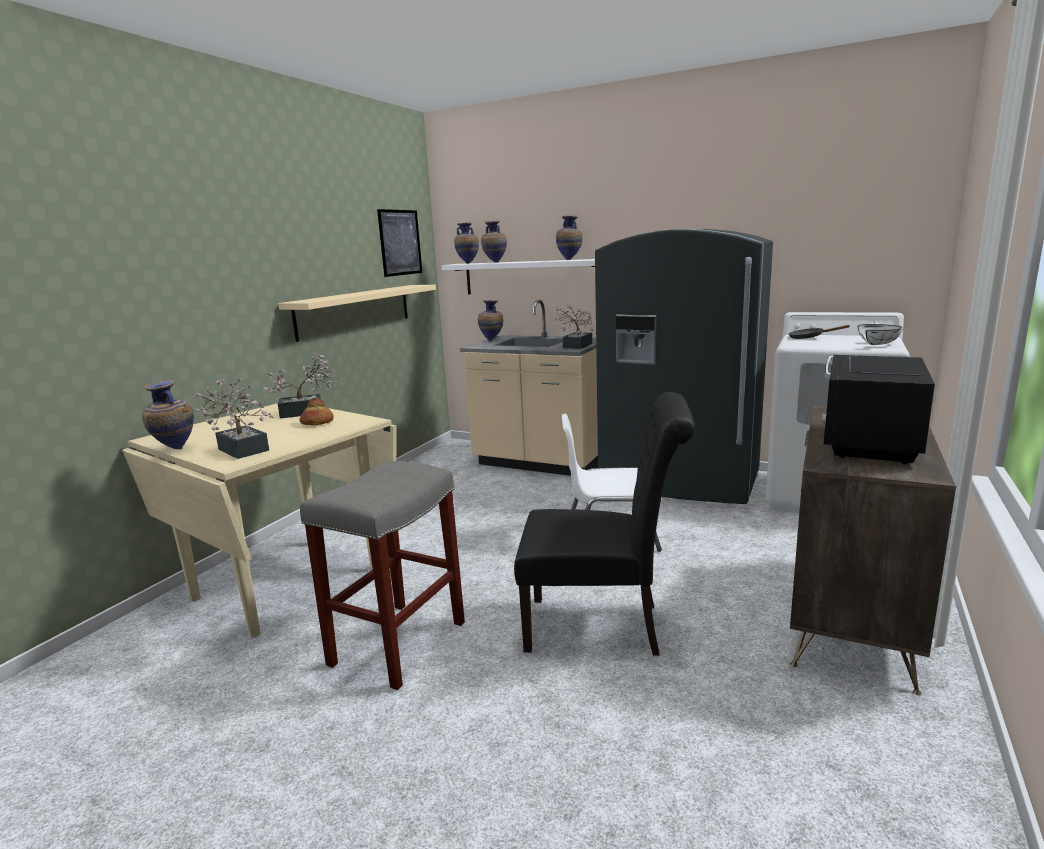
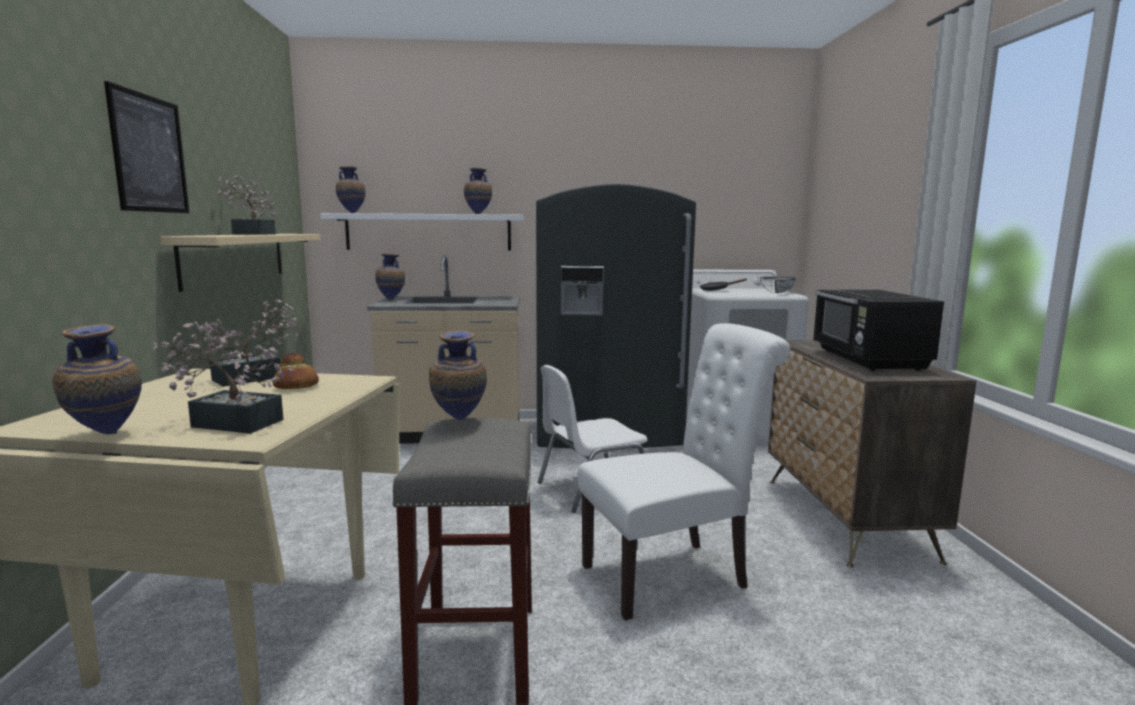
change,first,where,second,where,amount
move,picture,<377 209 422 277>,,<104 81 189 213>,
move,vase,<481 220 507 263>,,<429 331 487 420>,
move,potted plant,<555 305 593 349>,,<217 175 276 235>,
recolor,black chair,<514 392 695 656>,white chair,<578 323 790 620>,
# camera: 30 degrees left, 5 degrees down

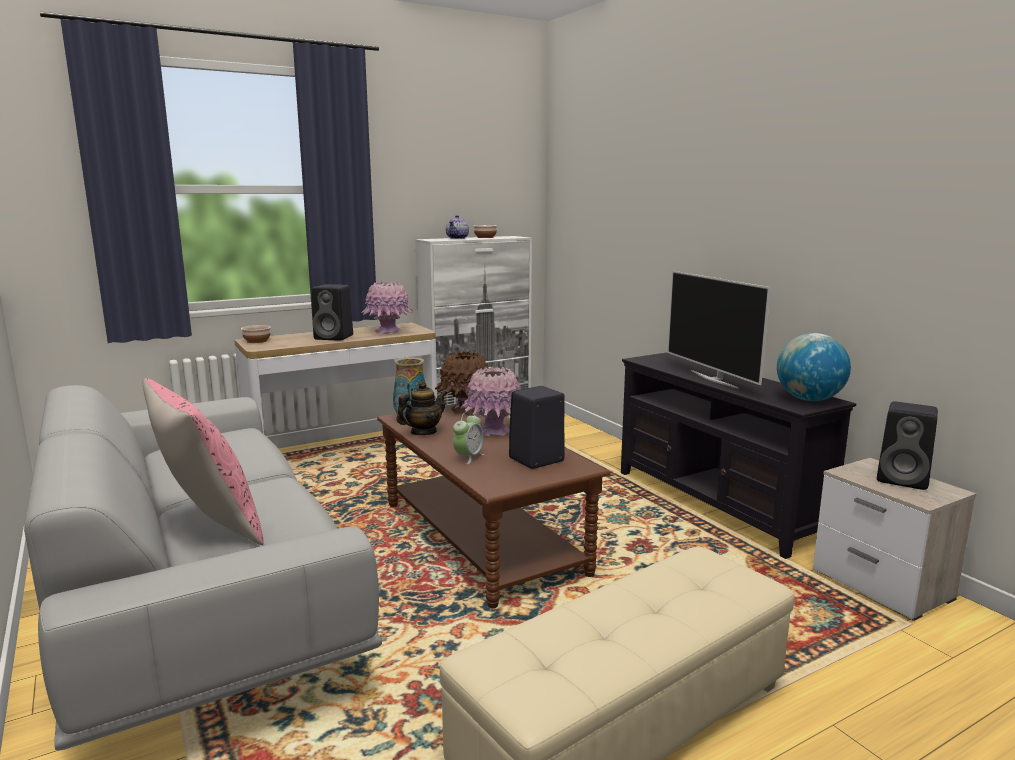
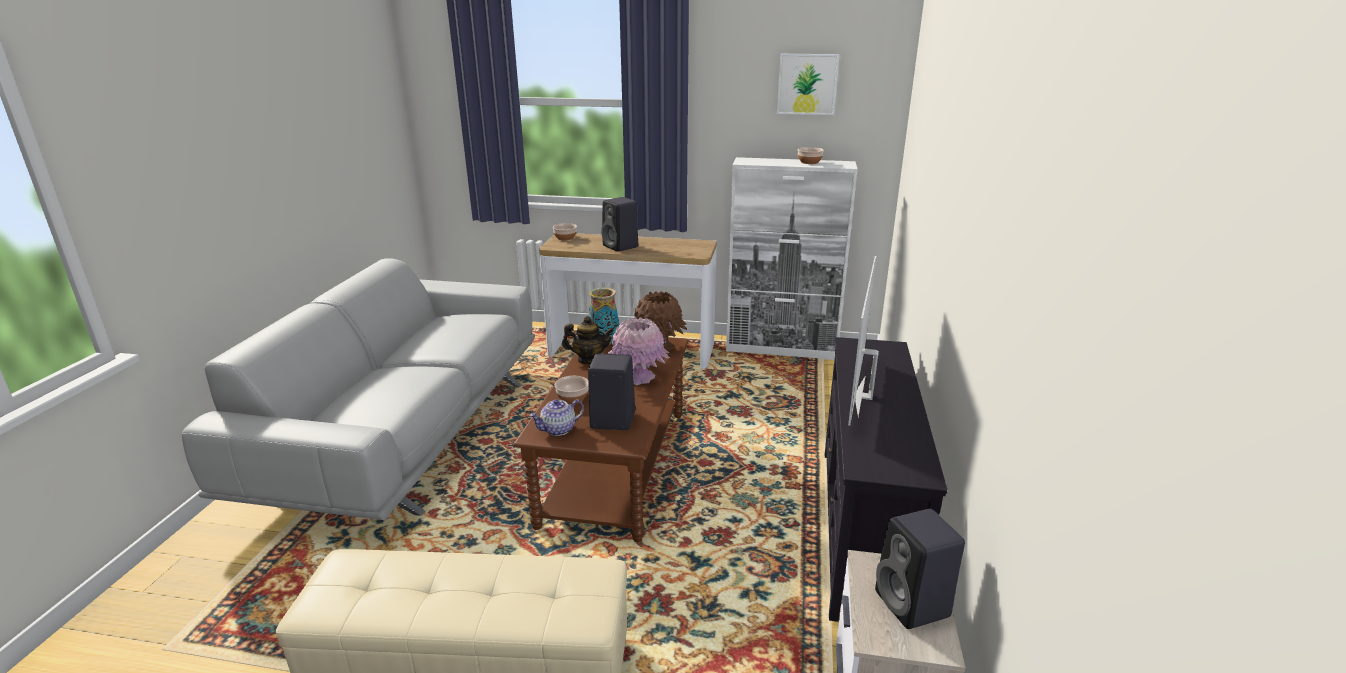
change,first,where,second,where,amount
delete,pink pillow,<142 378 264 545>,,,
delete,pink vase,<361 281 413 333>,,,
delete,globe,<777 333 851 401>,,,
insert,,,picture,<777 54 840 115>,
move,teapot,<446 215 469 239>,,<529 399 584 436>,
replace,alarm clock,<453 412 484 464>,bowl,<555 376 589 404>,
# camera: 40 degrees right, 10 degrees up

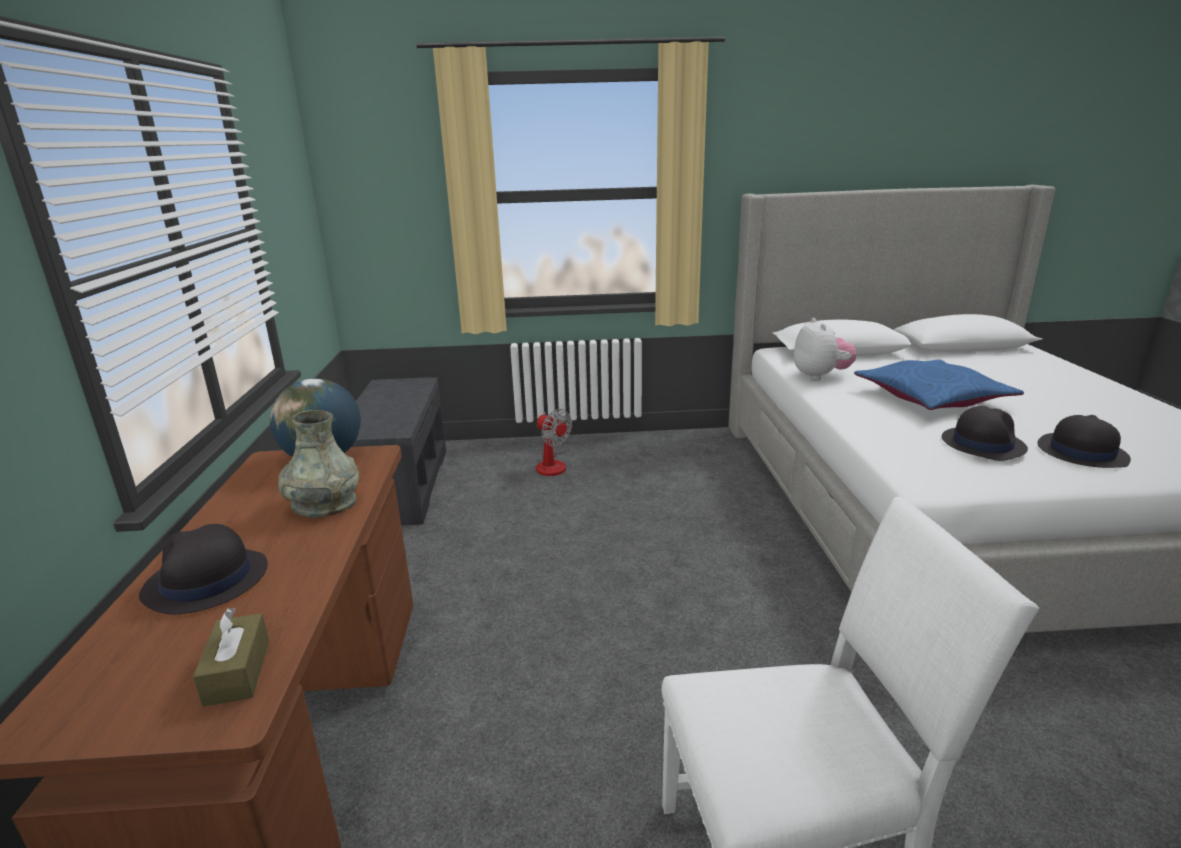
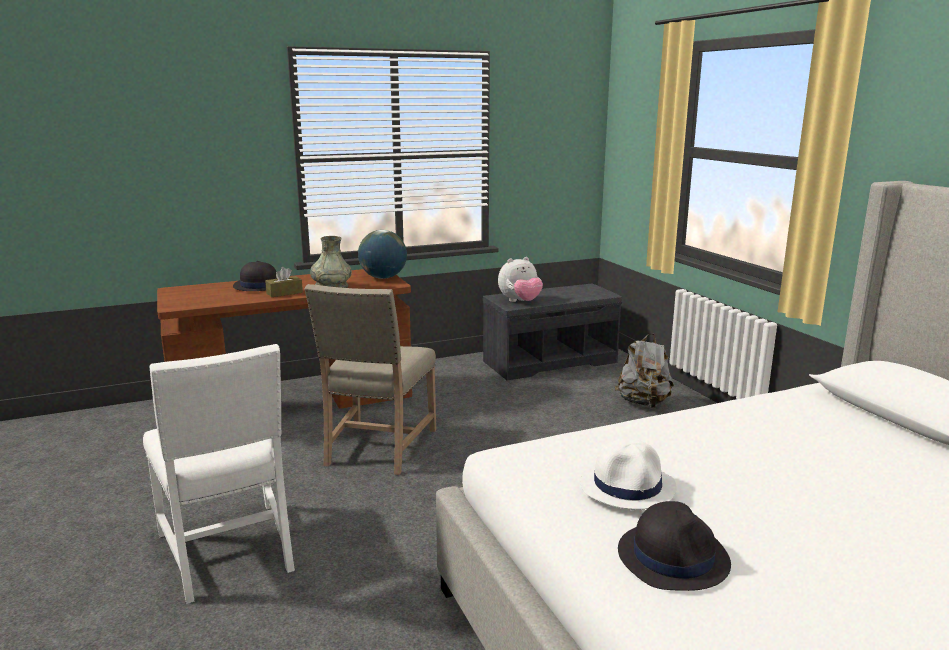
change,first,where,second,where,amount
delete,blue pillow,<854 360 1024 410>,,,
insert,,,beige chair,<304 284 436 475>,
move,brown tissue box,<193 608 269 707>,,<265 267 303 297>,
move,plush toy,<794 318 856 380>,,<498 257 543 302>,
replace,fan,<536 409 572 476>,grey backpack,<615 333 674 408>,
recolor,black hat,<942 406 1028 461>,white hat,<581 438 677 509>,
# camera: 70 degrees right, 5 degrees down

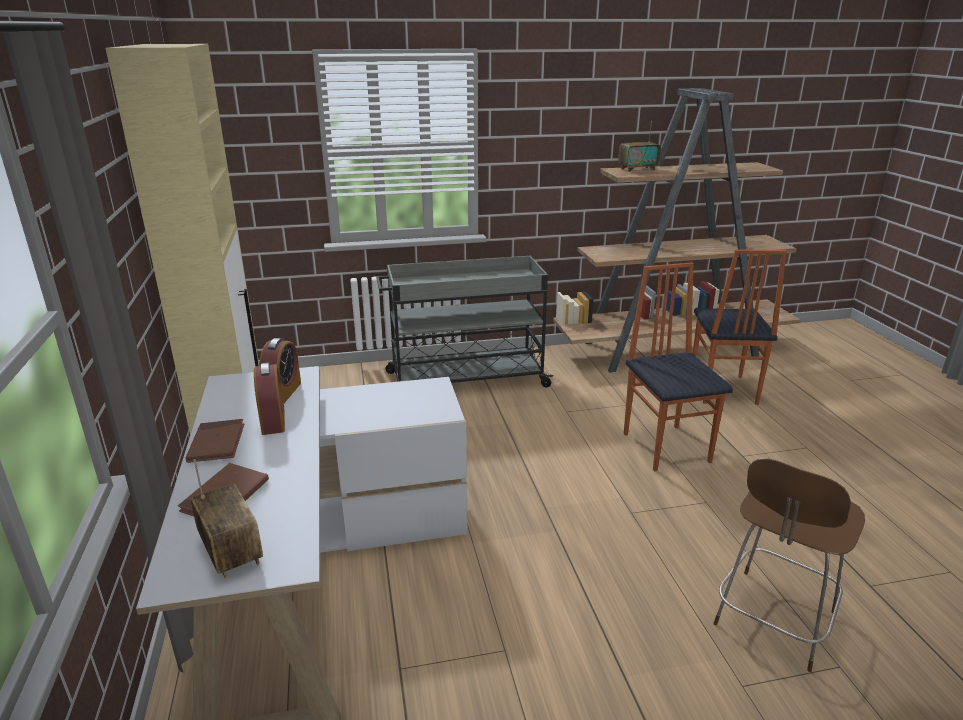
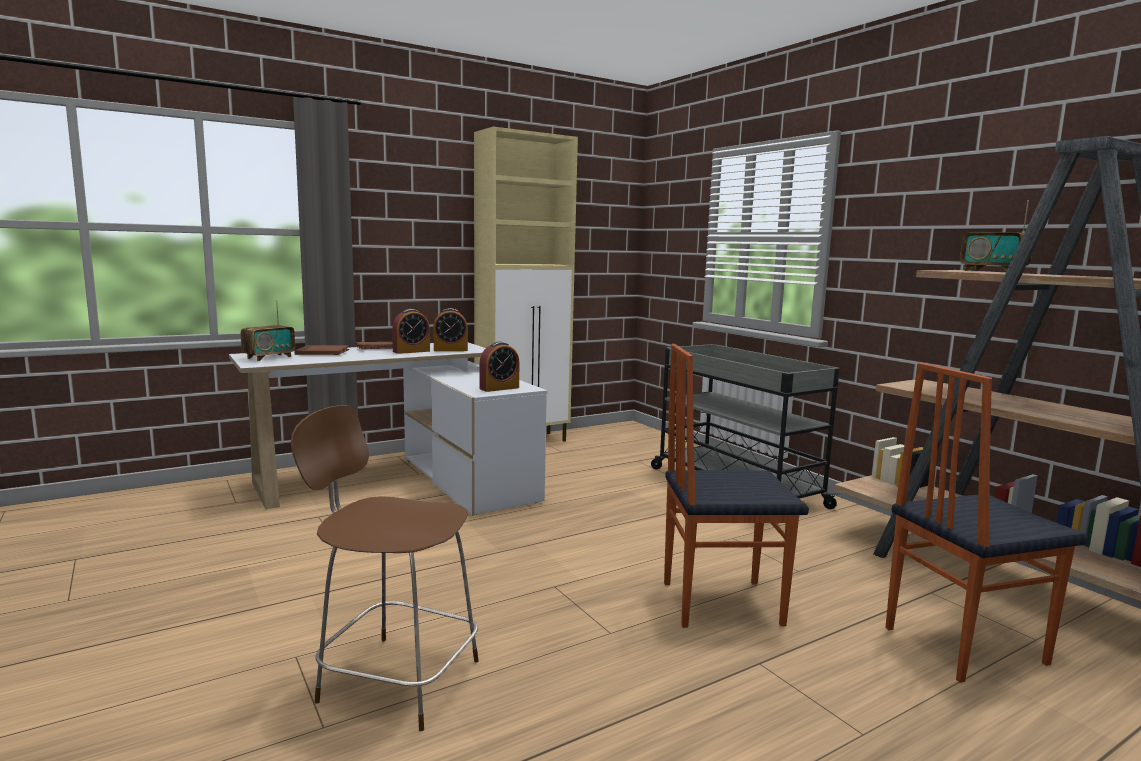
change,first,where,second,where,amount
insert,,,alarm clock,<479 341 519 392>,
rotate,chair,<624 262 733 472>,,<664 344 809 628>,150 degrees counterclockwise
# camera: 70 degrees right, 15 degrees down

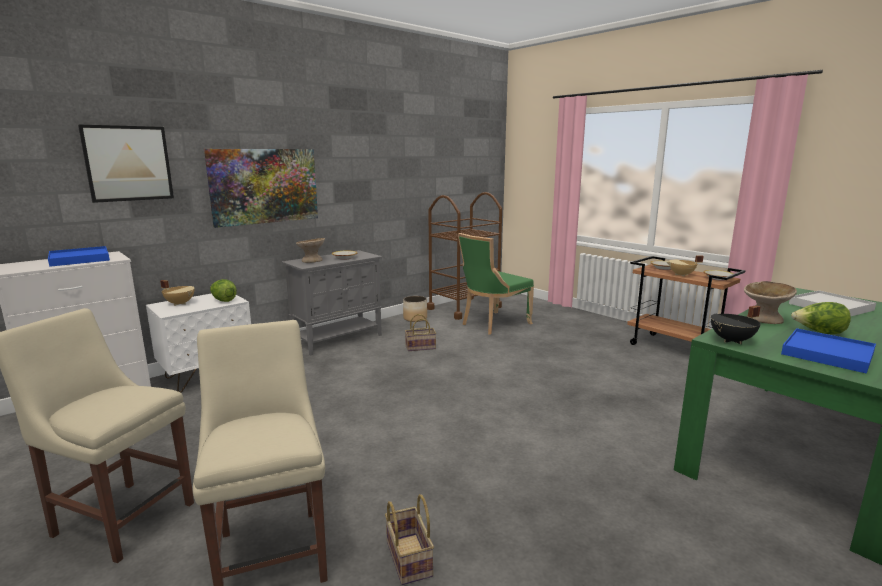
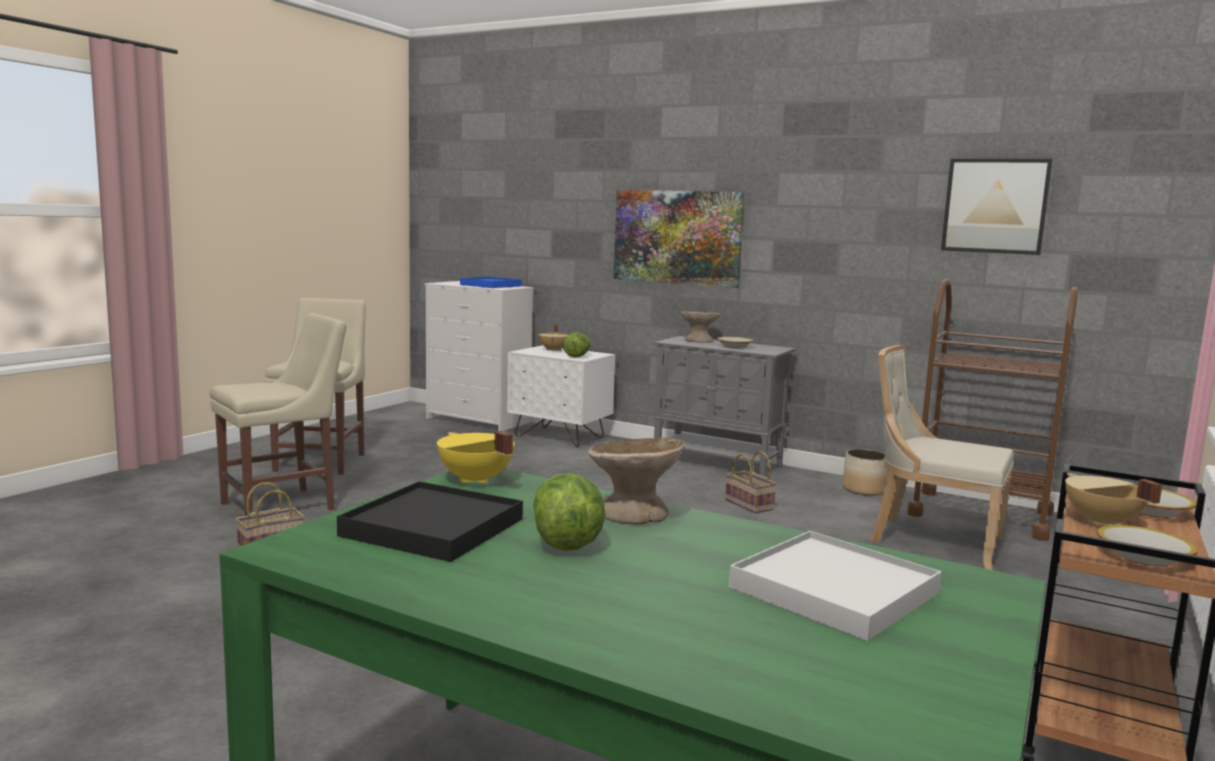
change,first,where,second,where,amount
move,picture,<78 125 174 203>,,<941 159 1053 255>,
recolor,green chair,<458 233 534 335>,beige chair,<871 345 1014 570>,
recolor,black cooking pot,<711 305 761 344>,yellow cooking pot,<437 431 515 485>,
recolor,blue tray,<781 328 876 374>,black tray,<337 481 523 562>,
# camera: 70 degrees right, 5 degrees down

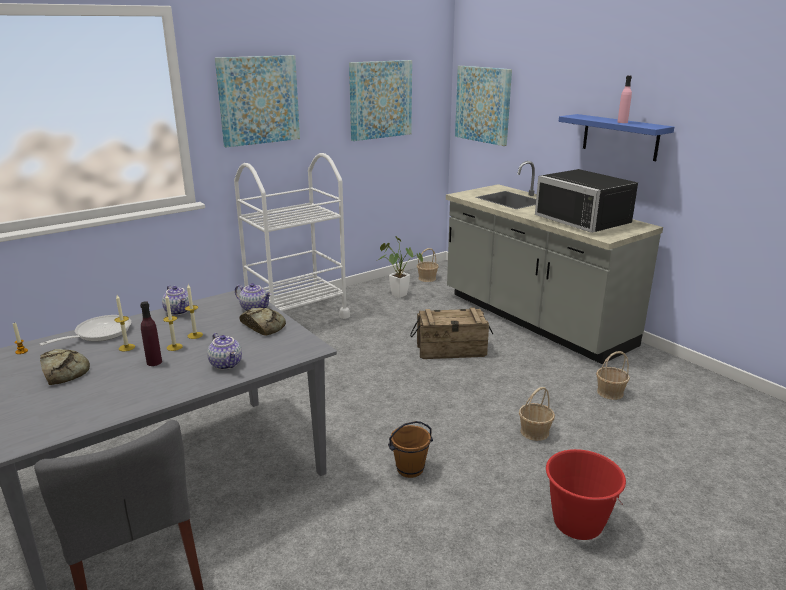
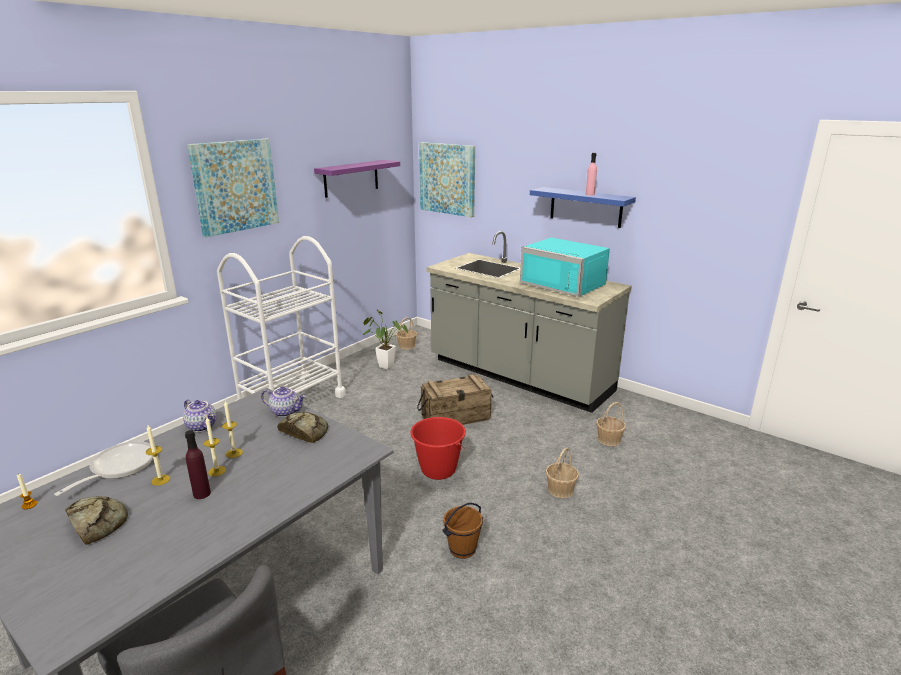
change,first,where,second,where,amount
delete,teapot,<207 333 242 370>,,,
move,red bucket,<546 449 626 540>,,<410 417 466 480>,
replace,picture,<349 60 412 141>,purple shelf,<314 160 400 198>,
recolor,black microwave,<535 169 638 233>,turquoise microwave,<520 238 610 297>,
# camera: 15 degrees left, 0 degrees up

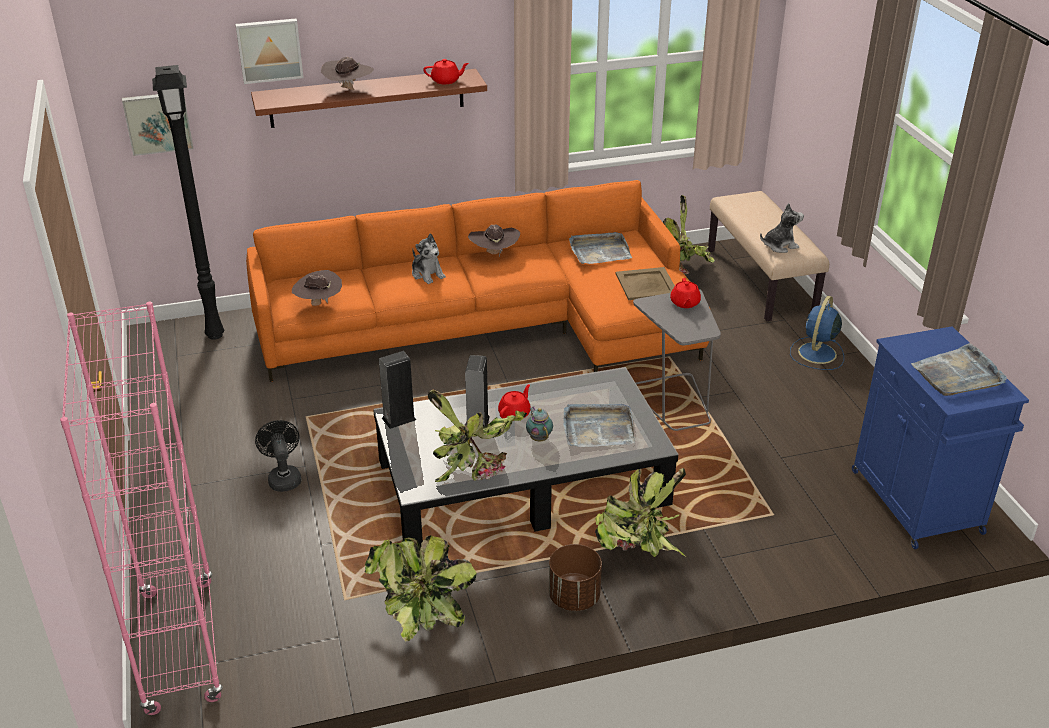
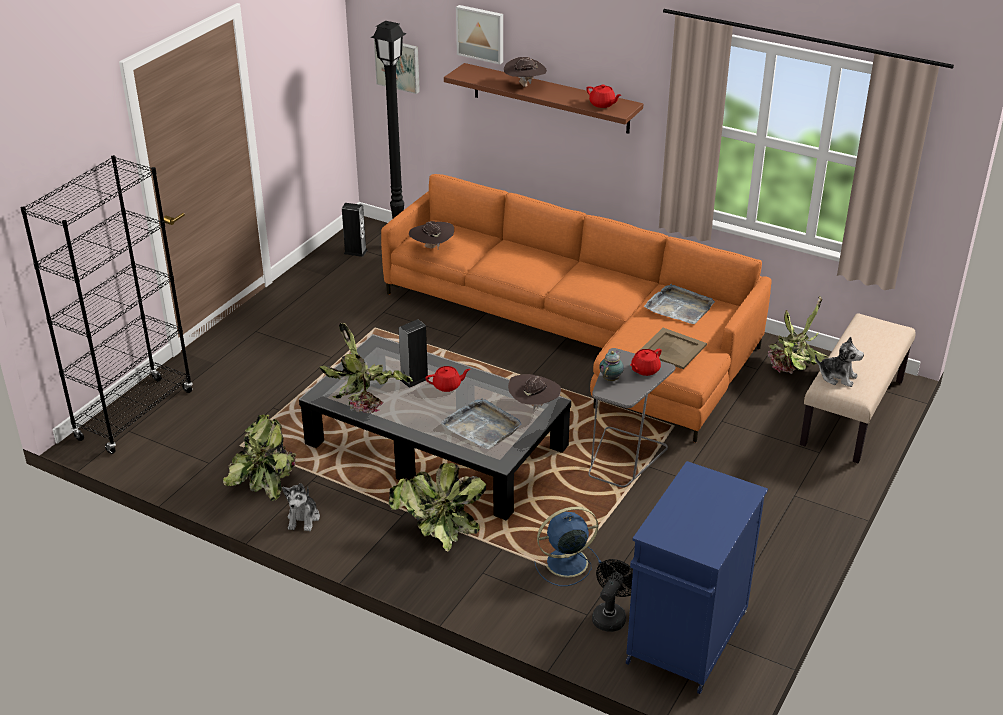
change,first,where,second,where,amount
delete,brown planter,<549 544 602 611>,,,
delete,grey tray,<911 343 1007 396>,,,
move,black fan,<255 420 301 492>,,<592 559 633 632>,
move,speaker,<379 351 416 429>,,<342 203 367 257>,
move,plush toy,<412 233 446 284>,,<282 483 320 532>,
move,brown hat,<468 224 520 257>,,<508 374 561 411>,
move,teapot,<526 407 553 441>,,<599 350 624 381>,
move,blue fan,<790 296 844 370>,,<535 507 602 586>,
recolor,pink bookcase,<60 302 223 715>,black bookcase,<21 155 193 454>,
# camera: 45 degrees right, 0 degrees up

